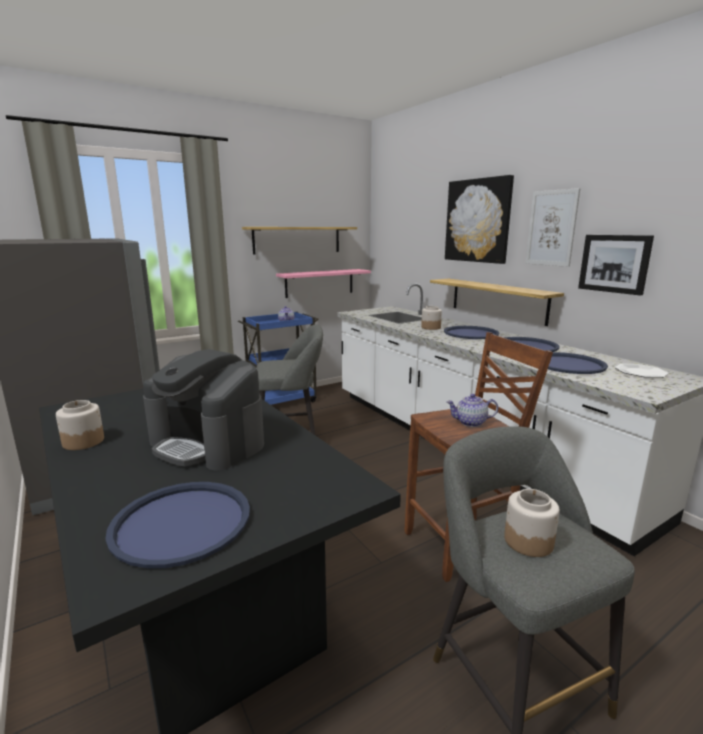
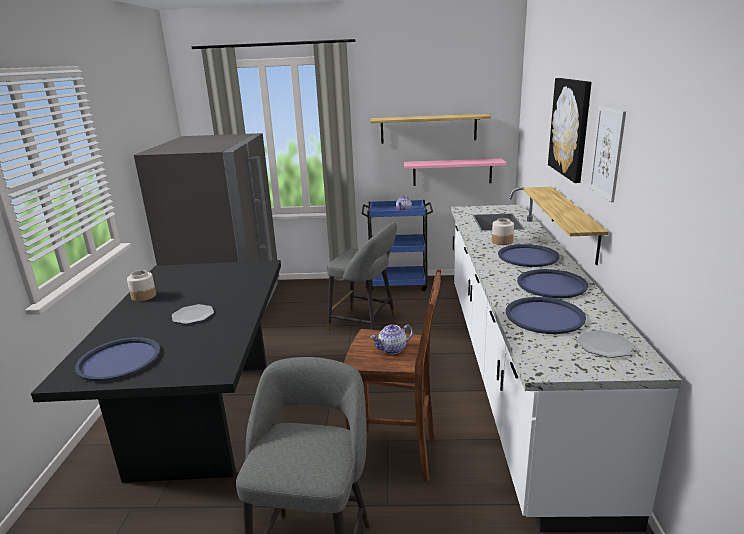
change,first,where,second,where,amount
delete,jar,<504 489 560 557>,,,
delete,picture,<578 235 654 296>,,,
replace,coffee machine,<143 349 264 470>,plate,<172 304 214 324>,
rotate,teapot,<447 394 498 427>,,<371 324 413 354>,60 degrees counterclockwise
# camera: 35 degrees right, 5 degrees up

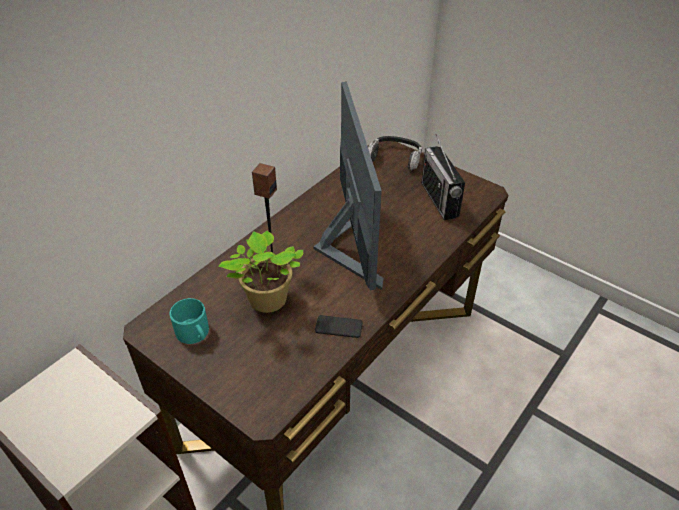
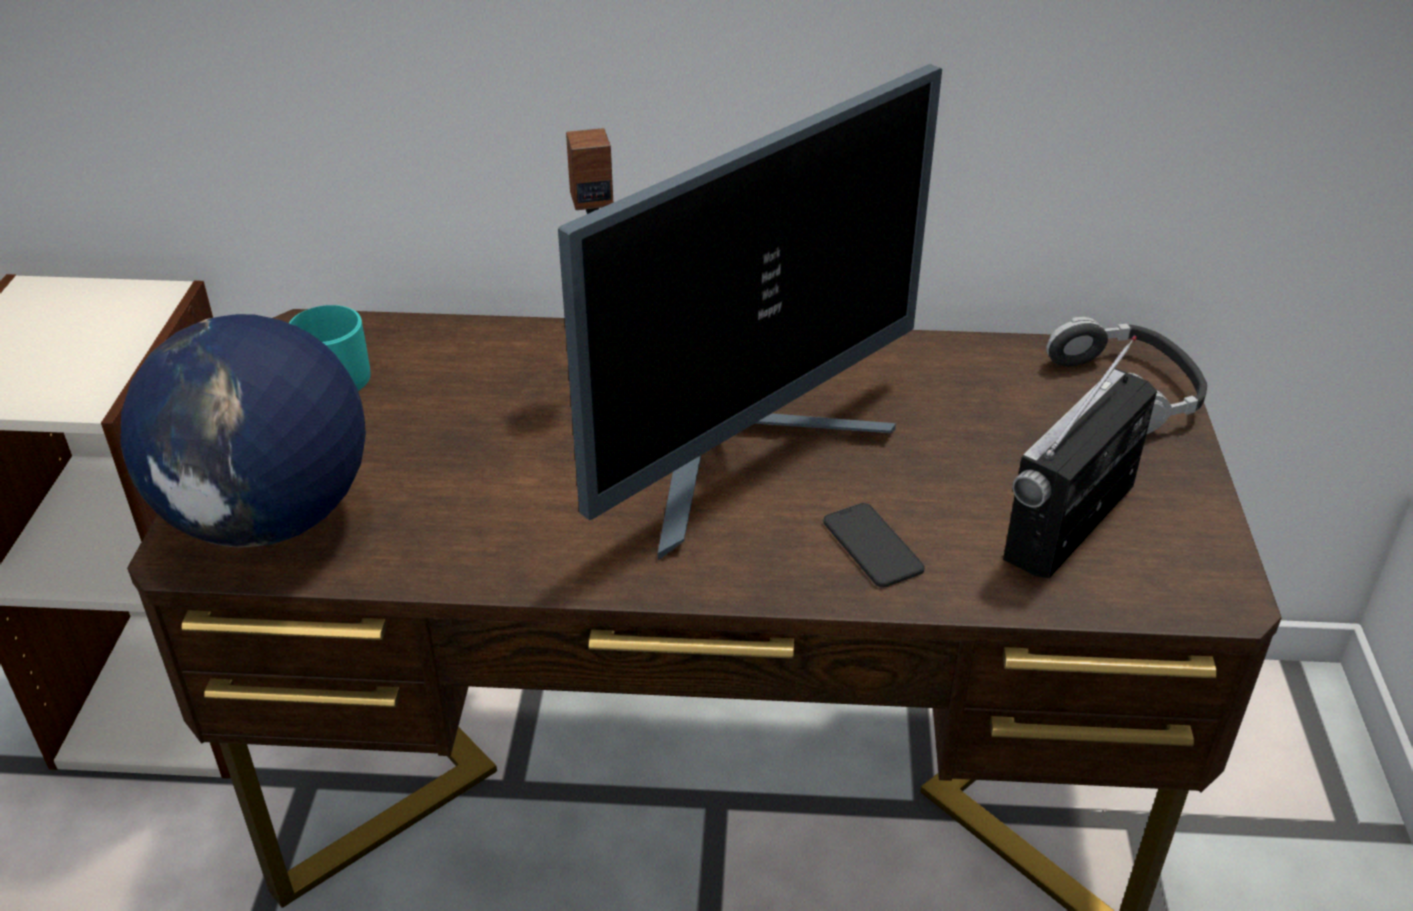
change,first,where,second,where,amount
delete,potted plant,<218 231 303 313>,,,
insert,,,globe,<120 314 366 548>,
move,phone,<315 315 363 338>,,<823 503 925 587>,
# camera: 55 degrees right, 5 degrees down

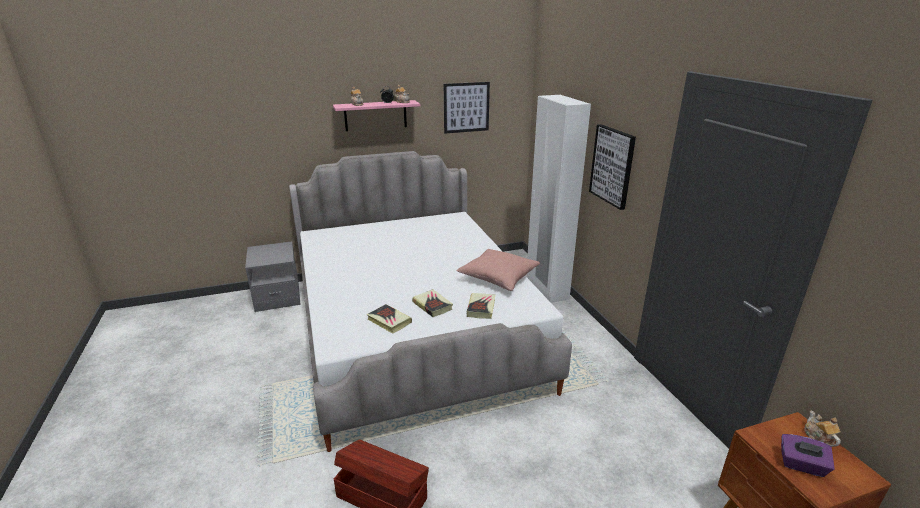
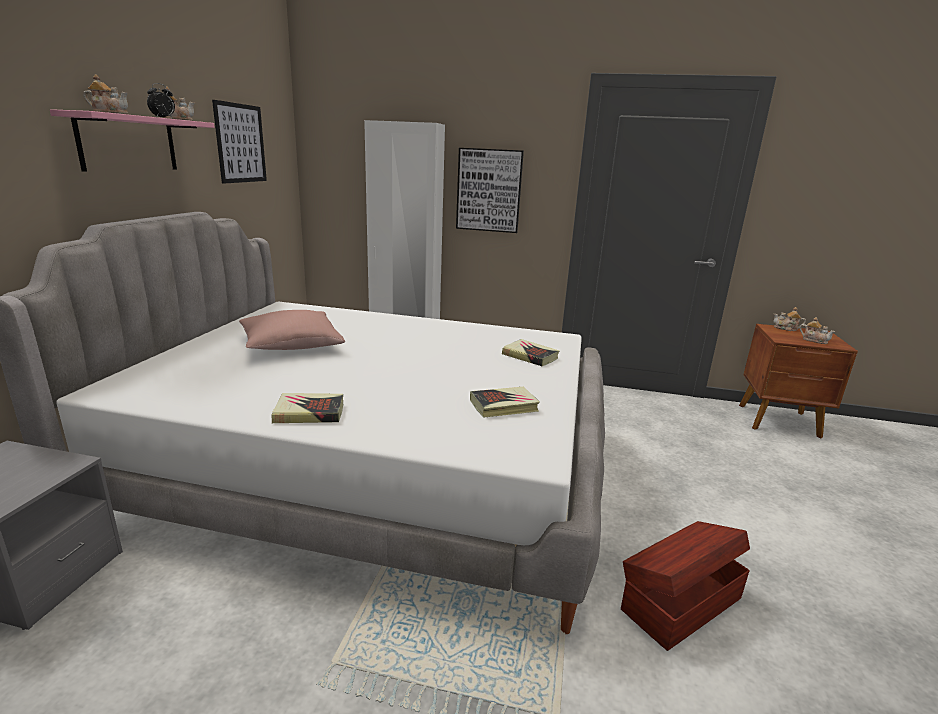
change,first,where,second,where,amount
move,book,<412 289 453 317>,,<271 393 343 423>,
move,pink pillow,<457 249 540 291>,,<239 310 345 350>,
replace,purple tissue box,<781 434 835 477>,teapot,<799 317 836 344>,
# camera: 60 degrees left, 5 degrees down

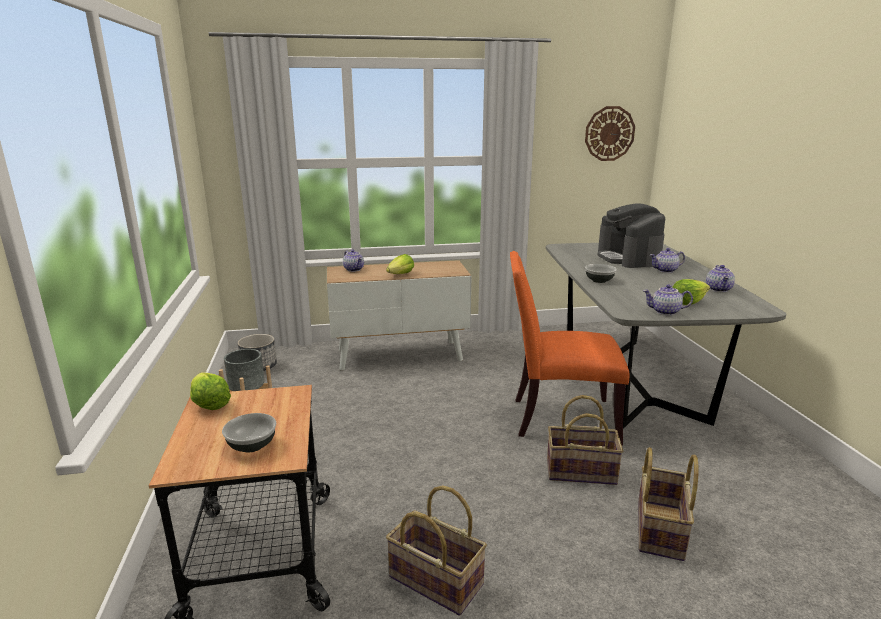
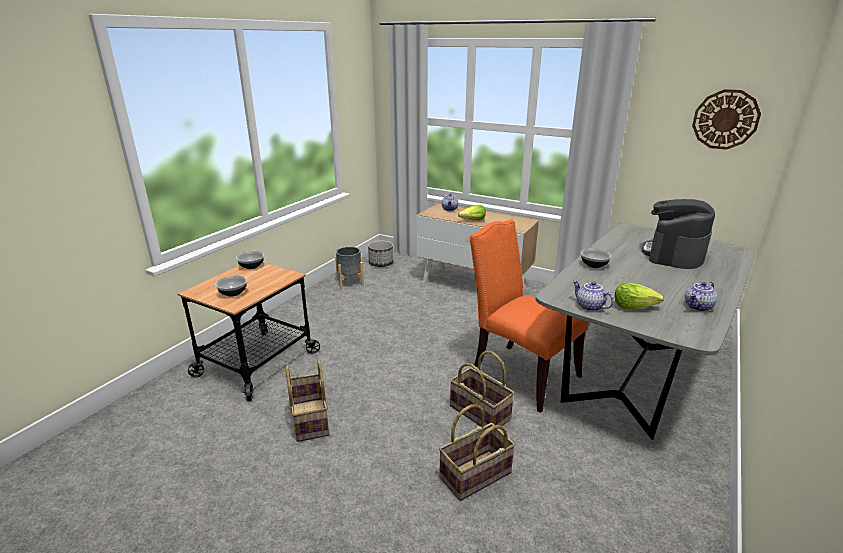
change,first,where,second,where,amount
delete,teapot,<650 248 685 273>,,,
replace,lettuce,<190 372 231 410>,bowl,<236 251 264 269>,
# camera: 40 degrees right, 5 degrees up

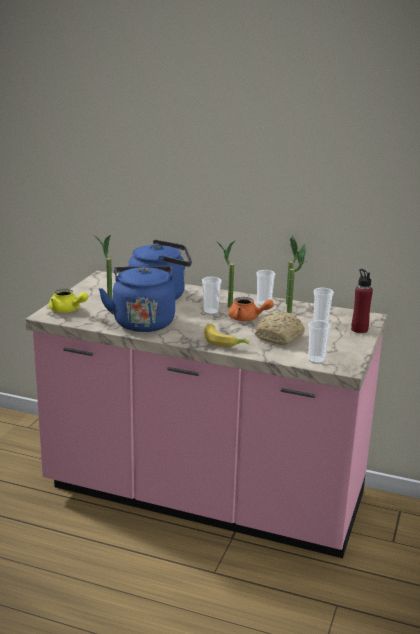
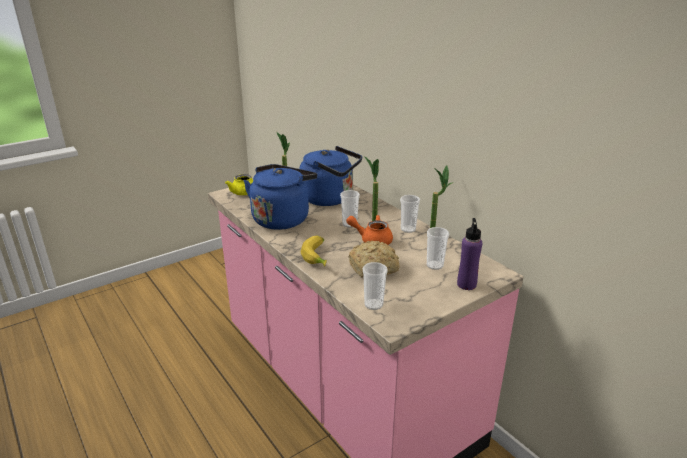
change,first,where,second,where,amount
delete,potted plant,<287 244 308 313>,,,
recolor,red bottle,<351 269 373 333>,purple bottle,<457 218 482 290>,
rotate,orange teapot,<228 297 274 321>,,<346 215 393 245>,135 degrees clockwise
# camera: 35 degrees right, 5 degrees up

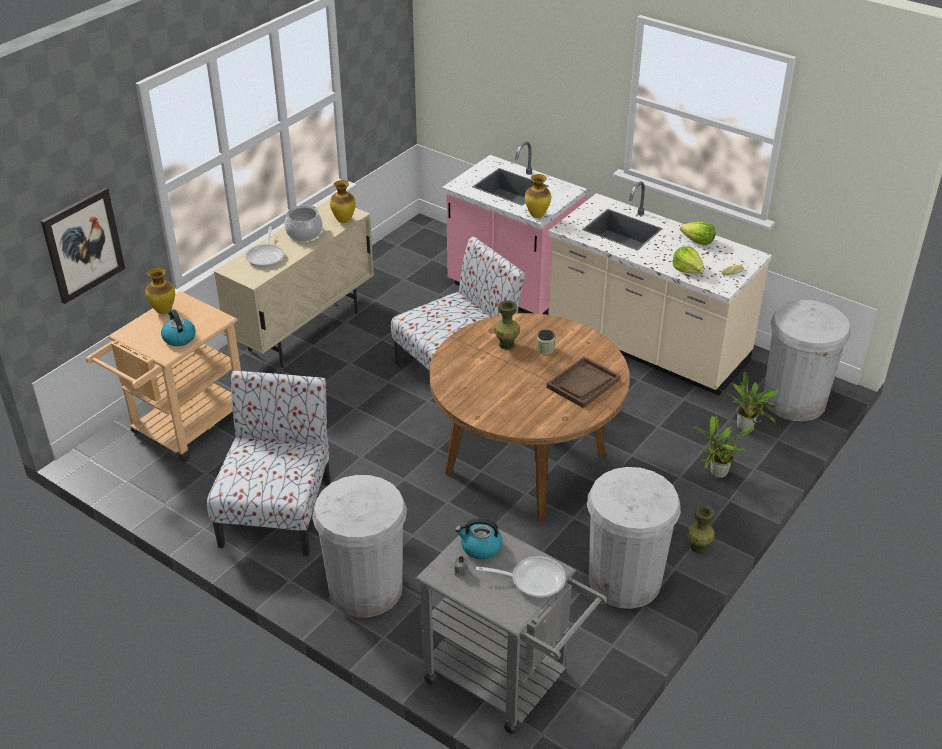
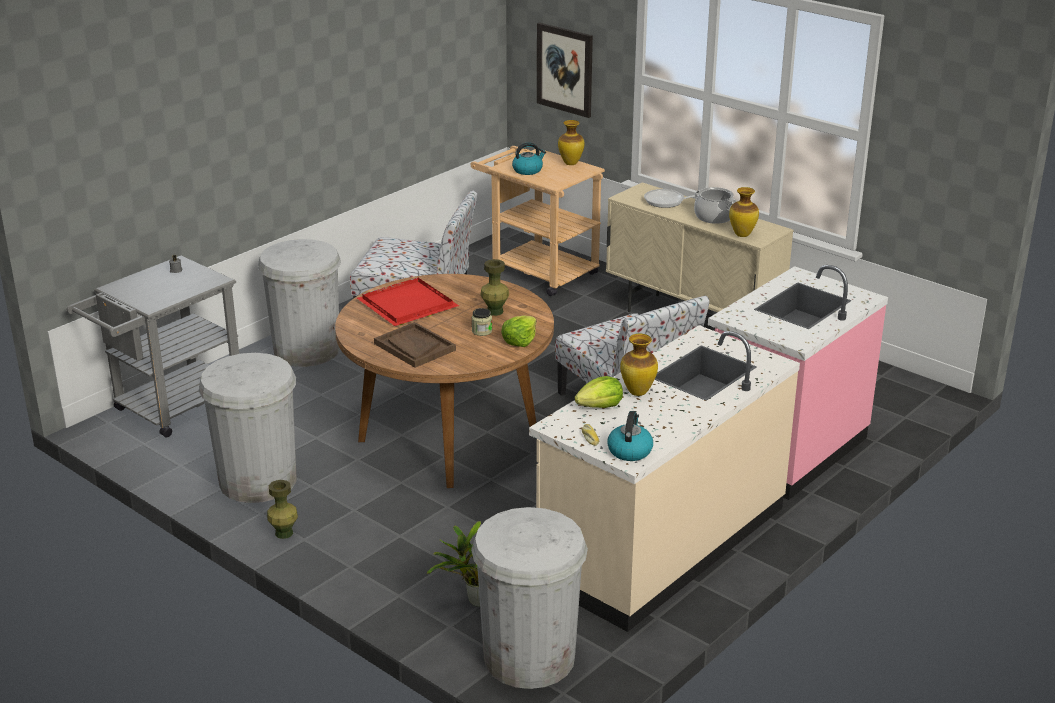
change,first,where,second,where,amount
delete,frying pan,<476 556 566 598>,,,
delete,potted plant,<694 416 754 478>,,,
insert,,,red tray,<357 278 459 326>,
move,kettle,<455 518 503 560>,,<607 411 653 461>,
move,vase,<525 174 551 218>,,<620 334 658 396>,
move,lettuce,<680 222 716 245>,,<501 315 536 347>,
# camera: 95 degrees right, 10 degrees down

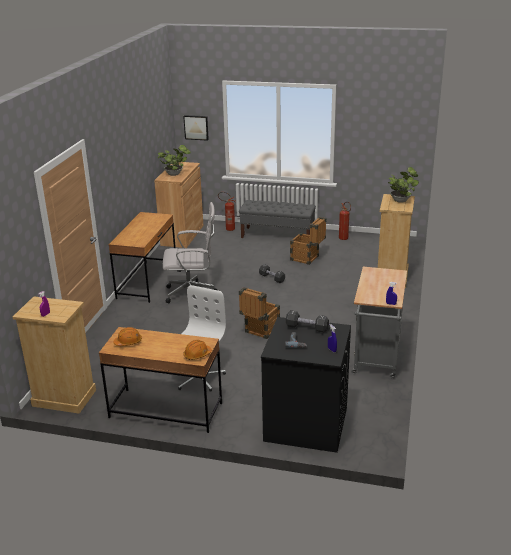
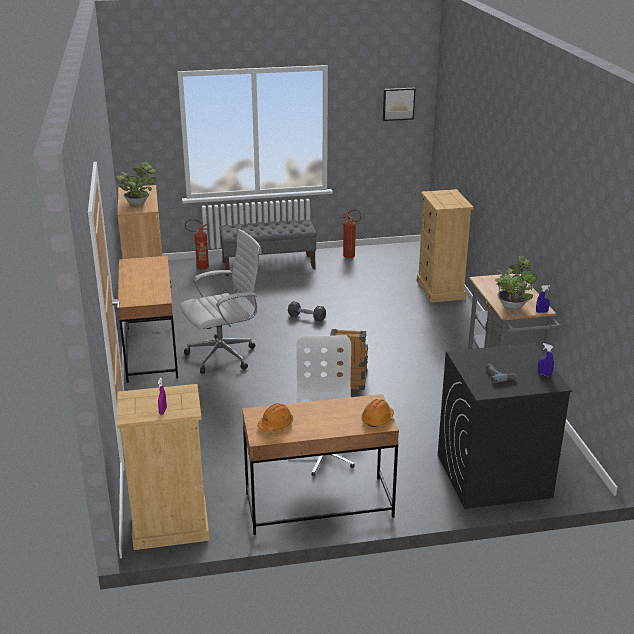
change,first,where,second,where,amount
delete,black dumbbell,<286 310 329 333>,,,
delete,crate,<290 217 327 265>,,,
move,picture,<183 115 209 141>,,<383 88 416 121>,
move,potted plant,<388 167 419 203>,,<495 255 537 310>,
# camera: 25 degrees left, 0 degrees up

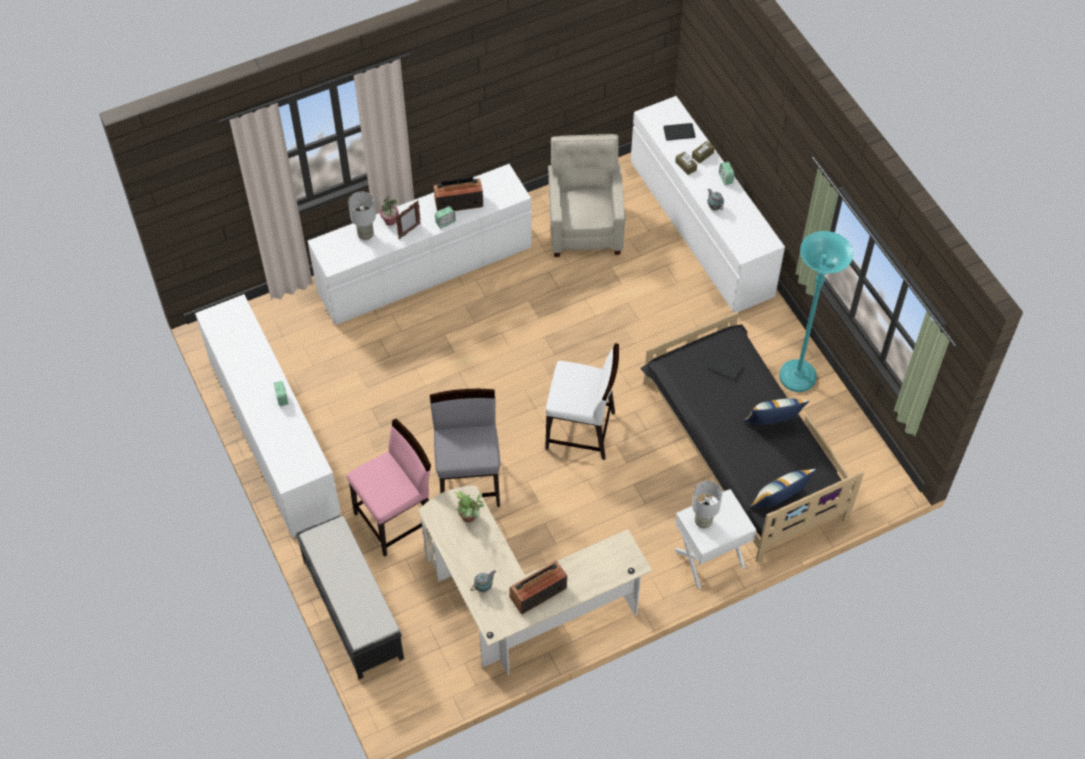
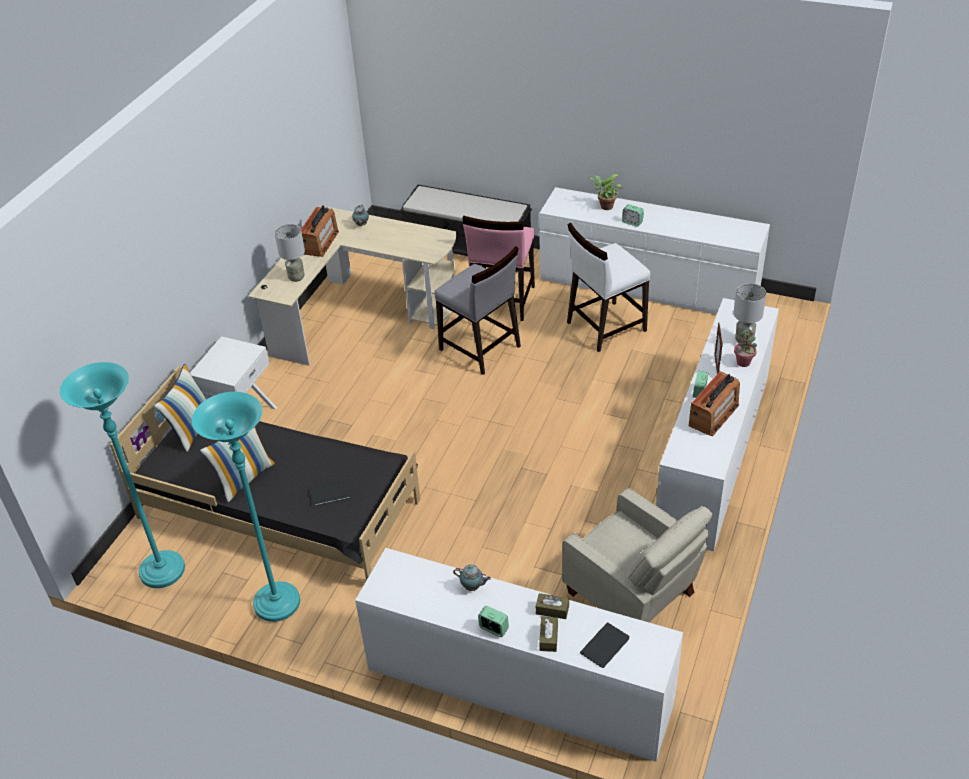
change,first,where,second,where,amount
insert,,,turquoise floor lamp,<60 362 185 588>,
move,potted plant,<455 491 484 523>,,<588 174 623 210>,
move,white chair,<545 343 619 460>,,<567 223 651 352>,
move,grey table lamp,<692 481 722 528>,,<274 224 305 282>,
# camera: 140 degrees right, 15 degrees down

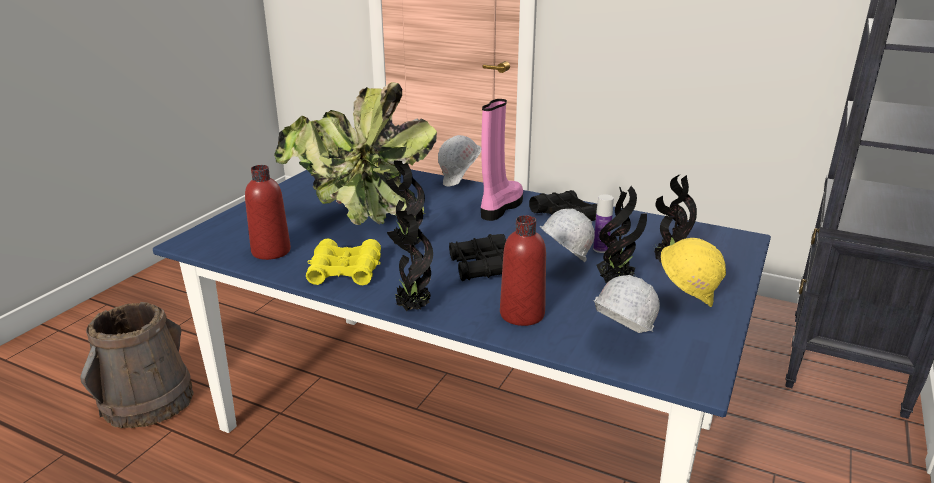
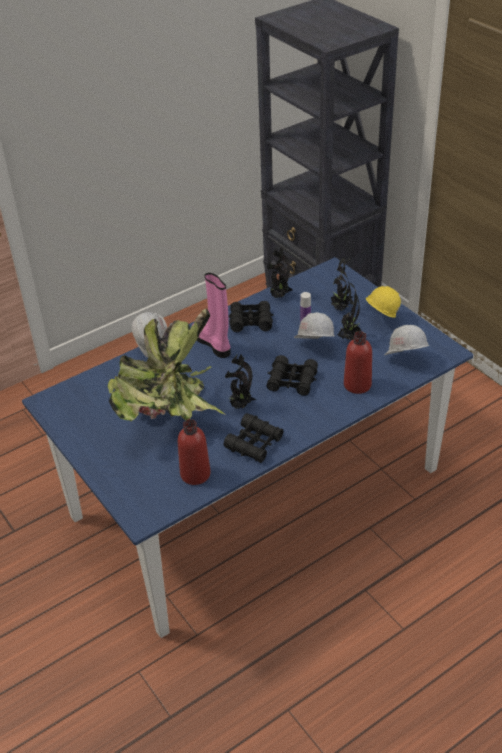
change,first,where,second,where,amount
delete,brown bucket,<80 302 194 428>,,,
move,potted plant,<387 211 433 311>,,<267 246 293 298>,
recolor,yellow binoculars,<306 239 381 285>,black binoculars,<223 413 283 463>,
# camera: 60 degrees left, 15 degrees up

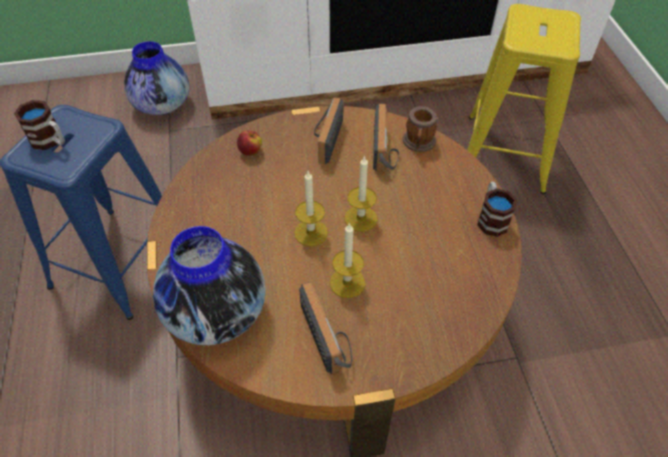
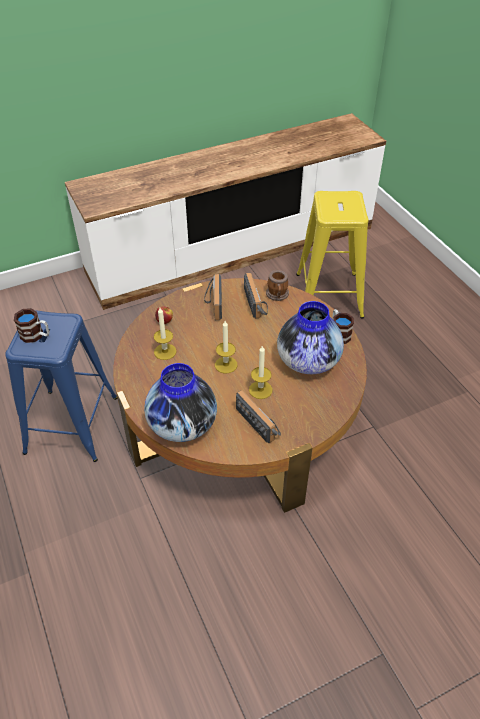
change,first,where,second,where,amount
move,vase,<124 41 190 115>,,<277 301 344 374>,
move,candle,<345 155 377 232>,,<154 308 176 360>,
# camera: 15 degrees left, 5 degrees down

